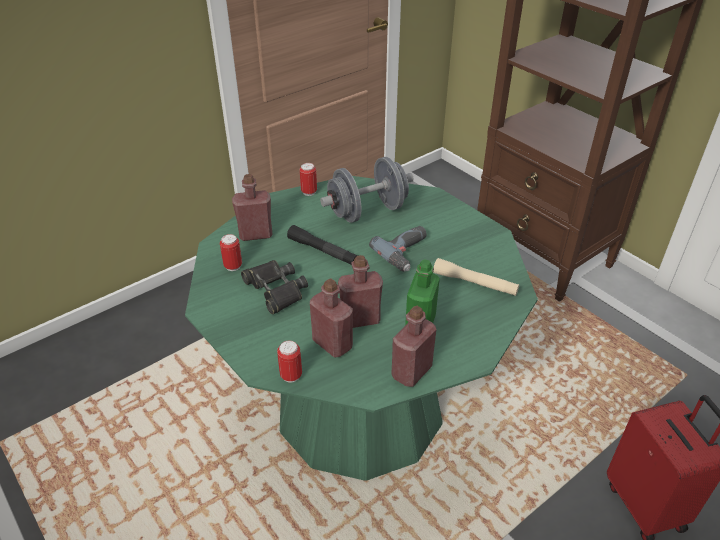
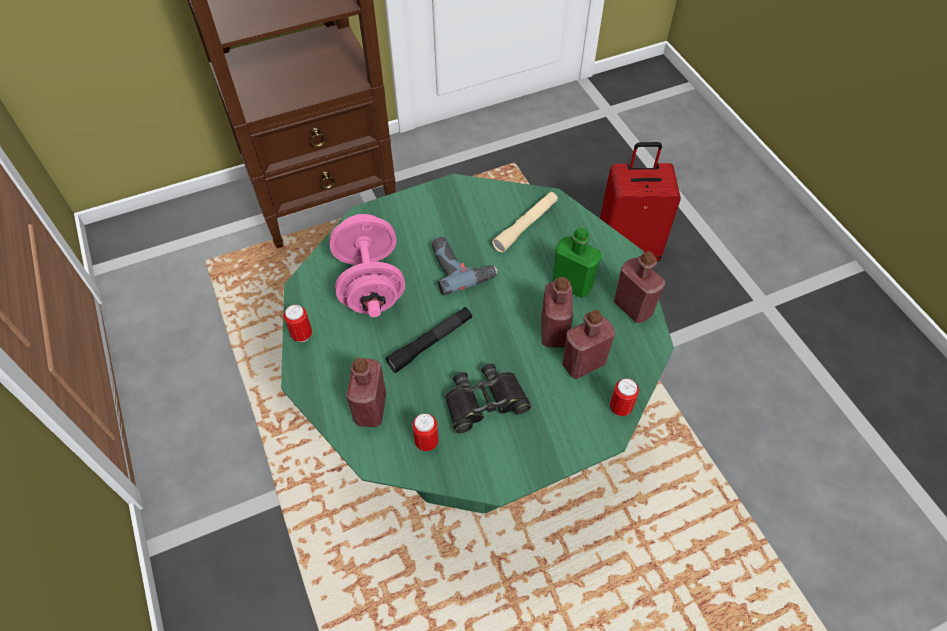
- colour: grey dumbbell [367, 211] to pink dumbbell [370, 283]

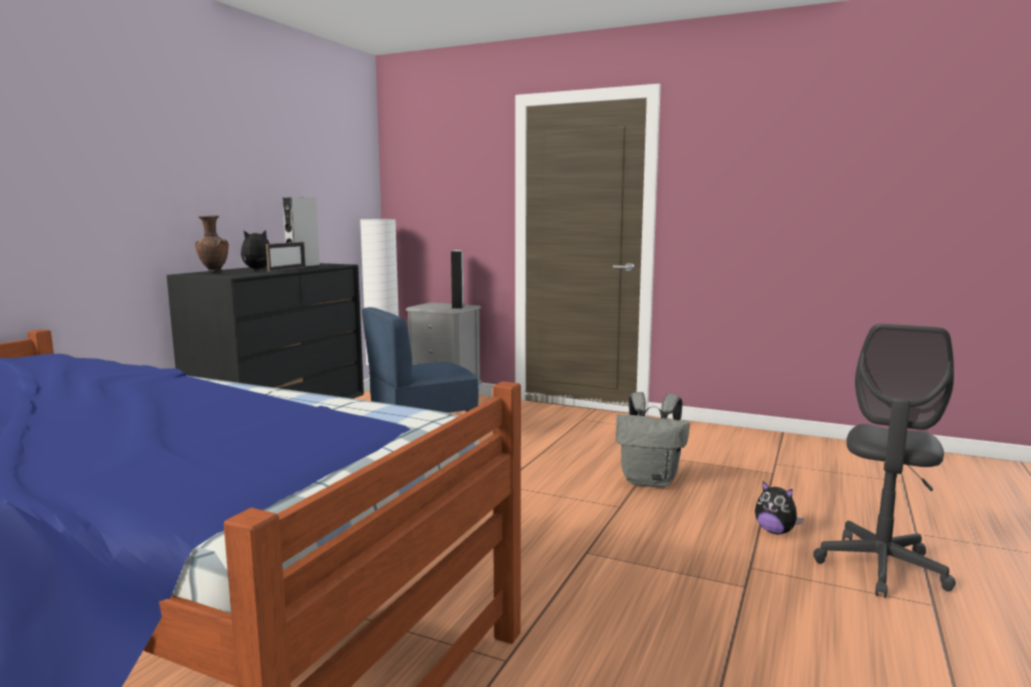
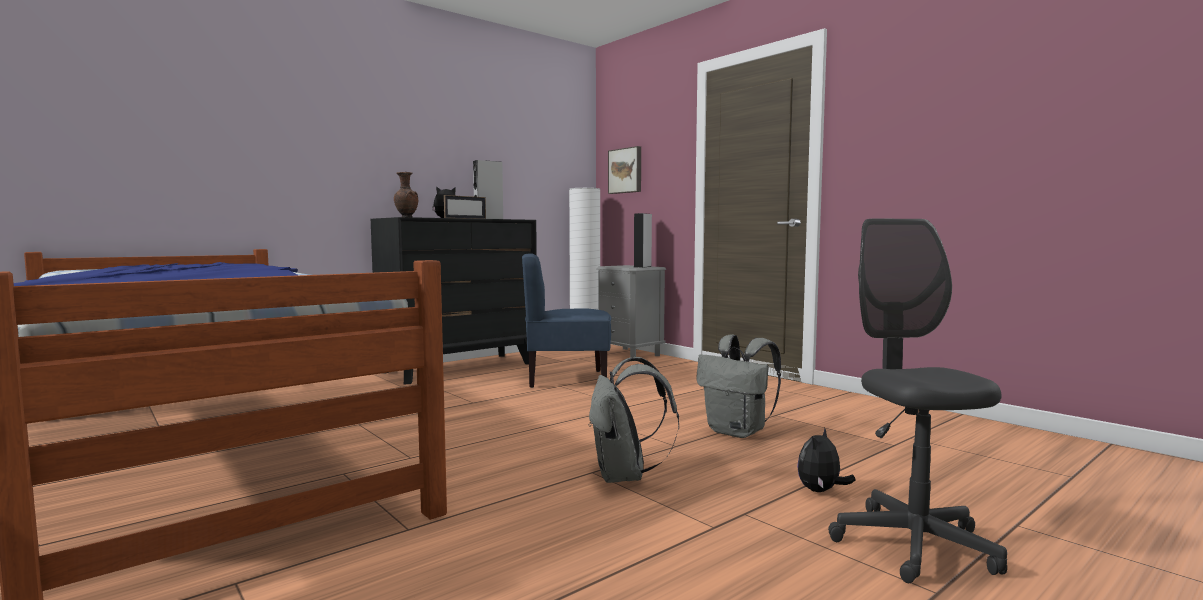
- appeared: grey backpack [625, 476]
- appeared: picture [626, 170]
- spun: plush toy [775, 531] = [821, 491] 60 degrees clockwise
- spun: grey office chair [881, 567] = [913, 545] 120 degrees clockwise

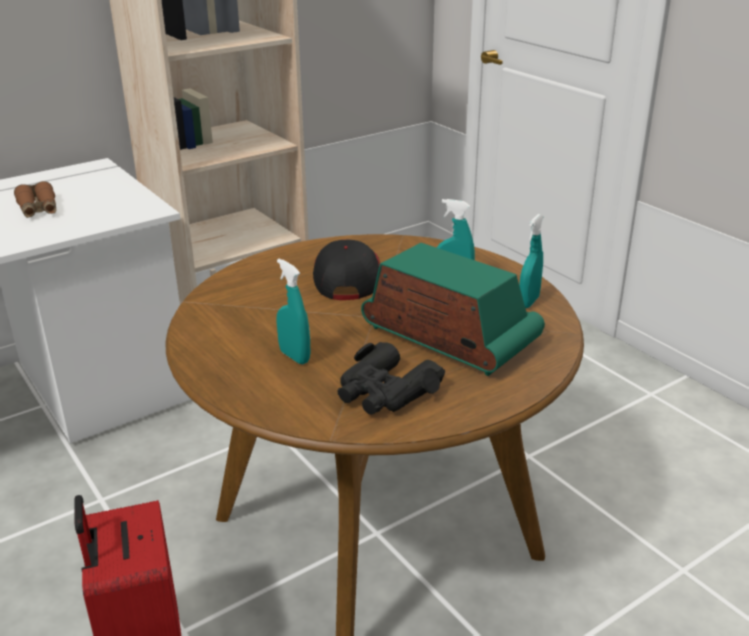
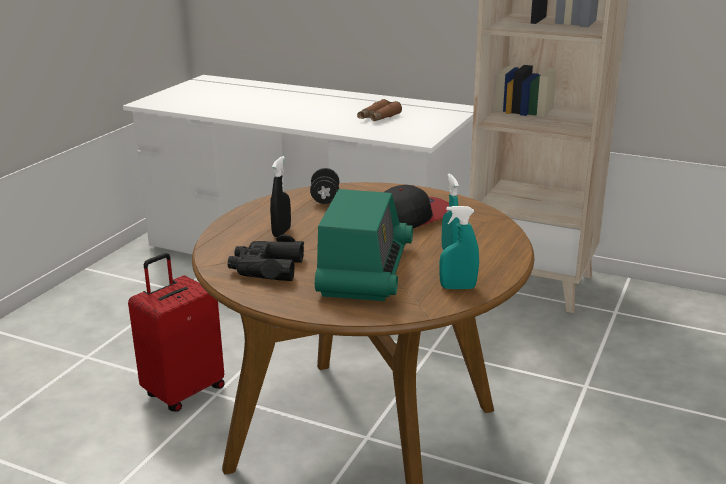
- colour: turquoise spray bottle [294, 356] to black spray bottle [281, 232]
- appeared: black dumbbell [325, 199]

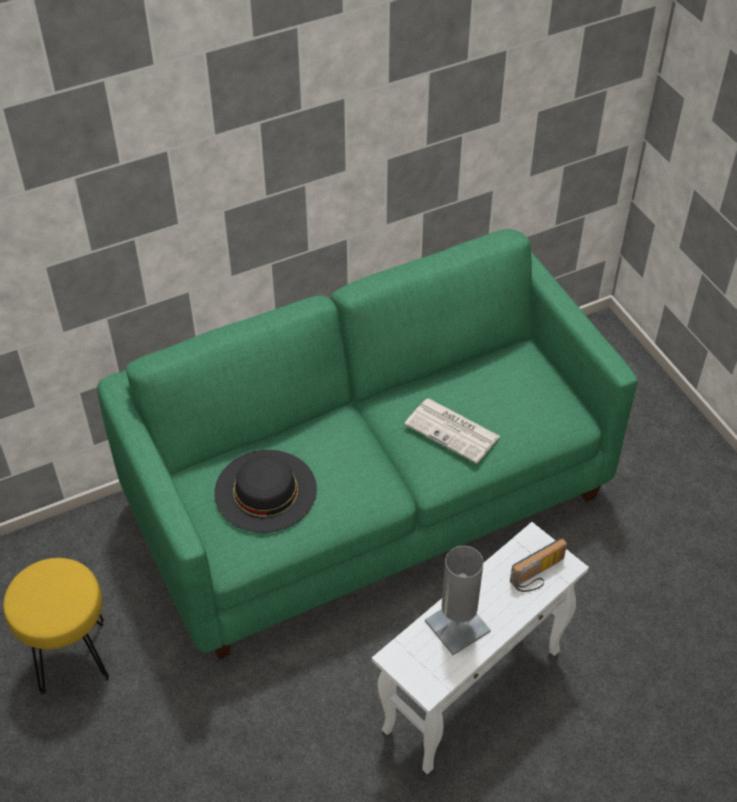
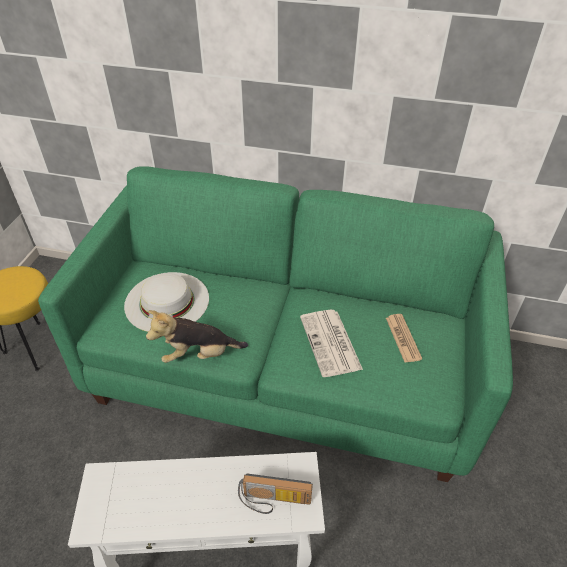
- colour: black hat [265, 490] to white hat [167, 301]
- appeared: plush toy [199, 354]
- appeared: newspaper [403, 338]
- missing: grey table lamp [457, 626]

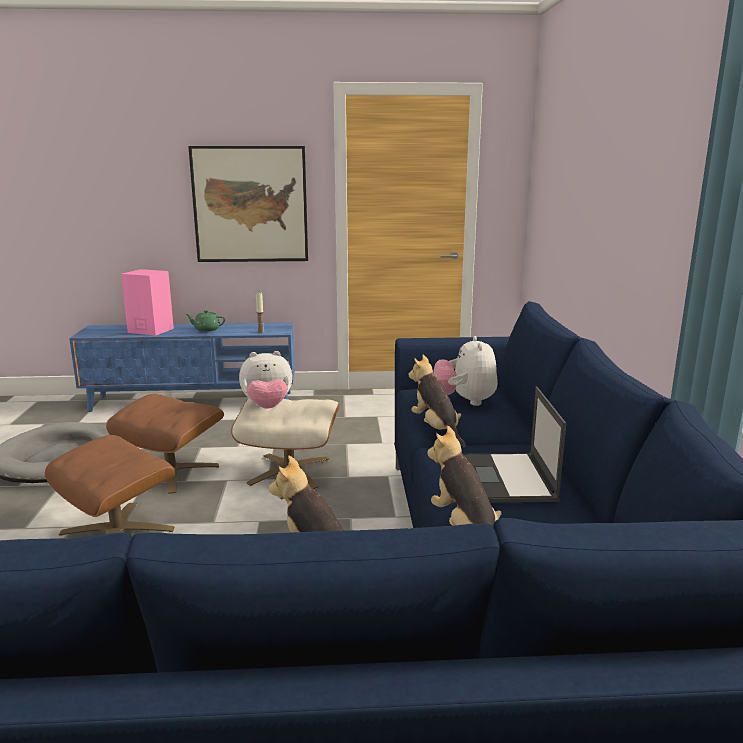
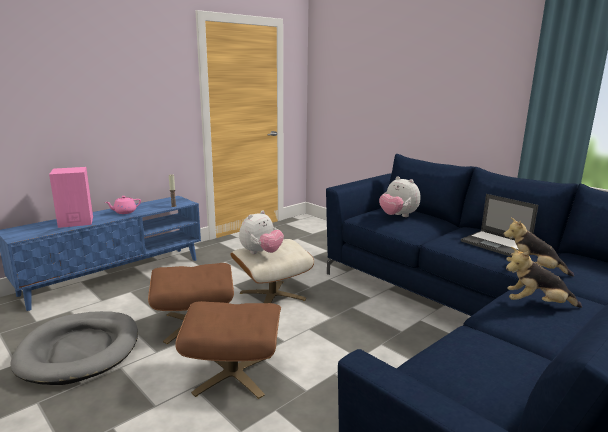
- colour: green teapot [206, 329] to pink teapot [124, 212]
- missing: picture [250, 204]
- missing: plush toy [436, 429]

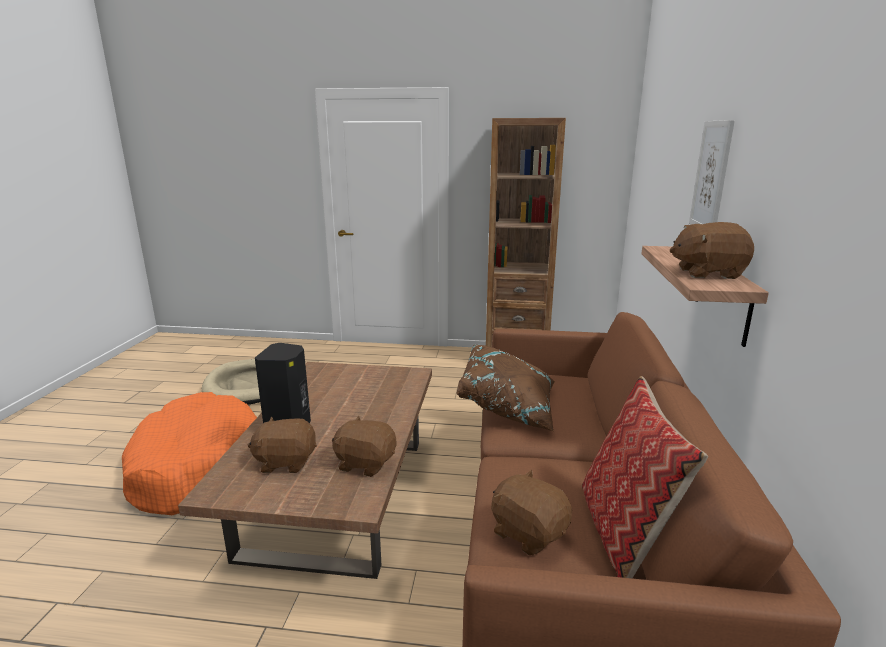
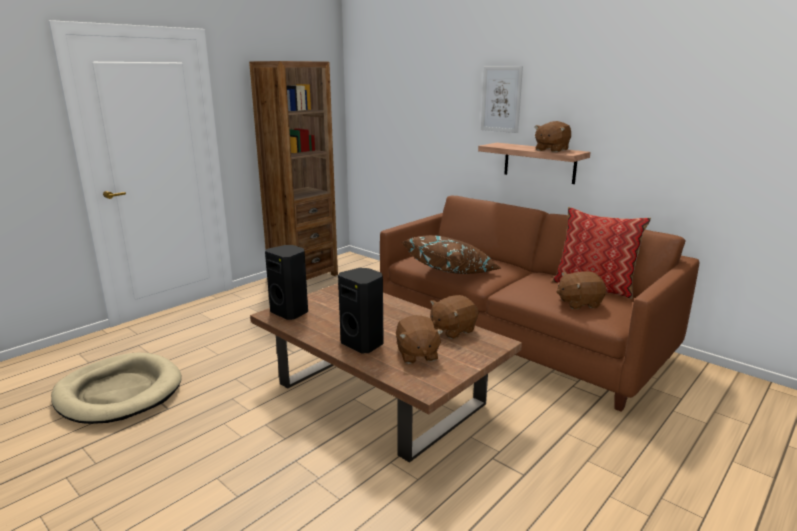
- appeared: black speaker [291, 312]
- spun: brown plush toy [286, 461] = [417, 354] 45 degrees counterclockwise
- missing: orange dog bed [195, 467]

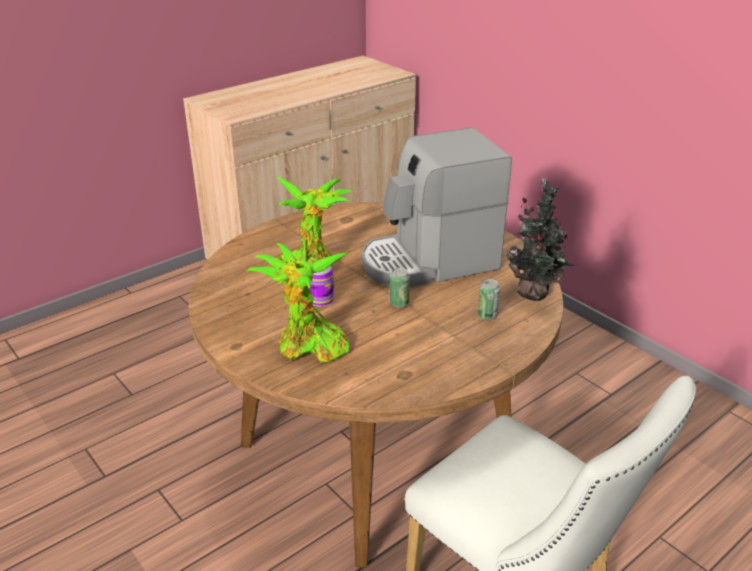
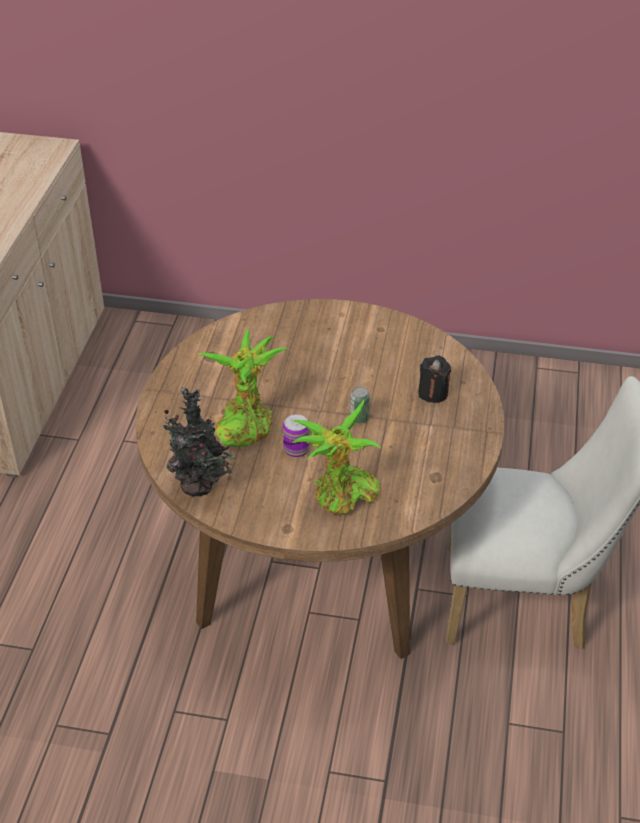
- relocated: potted plant [535, 295] to [201, 487]
- exchanged: can [487, 315] to black candle [433, 393]
- missing: coffee machine [429, 262]

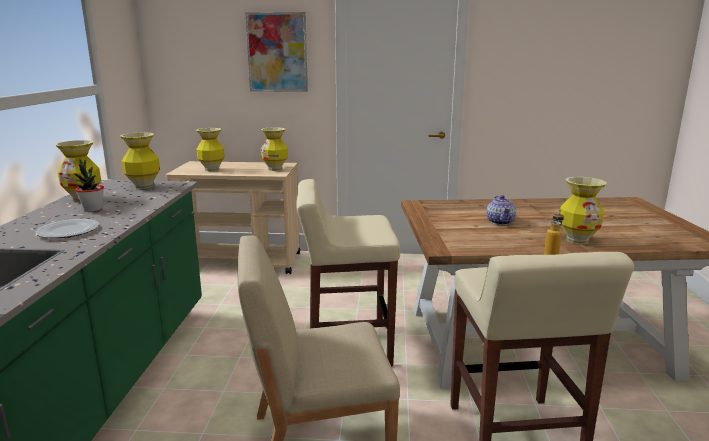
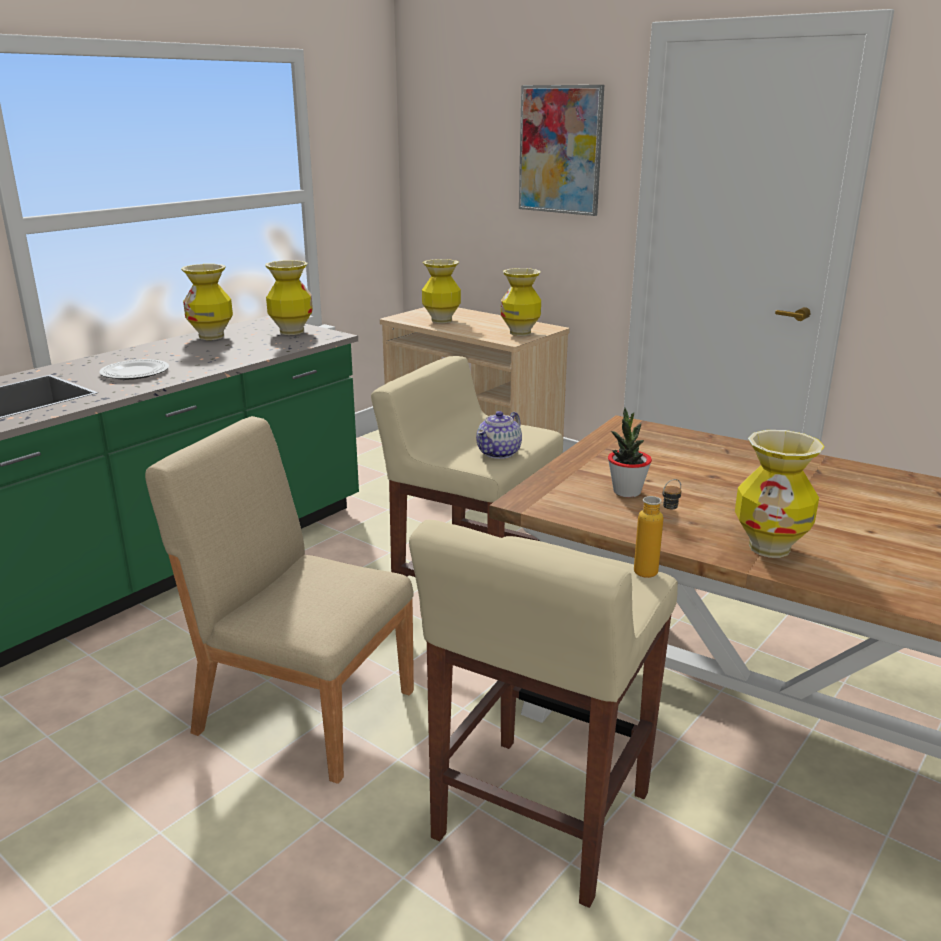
- relocated: teapot [500, 222] to [499, 453]
- relocated: potted plant [92, 209] to [626, 492]

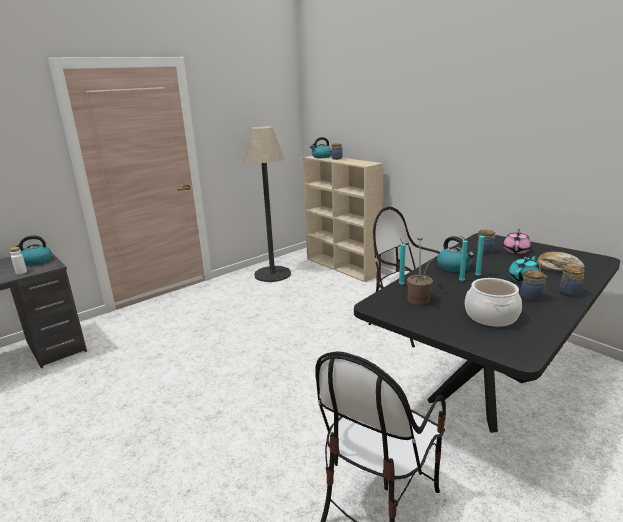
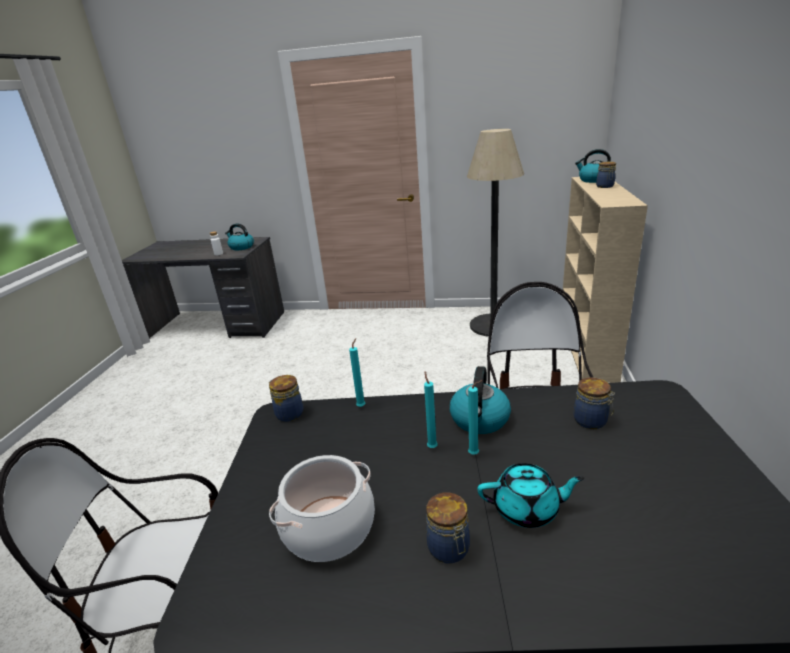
- relocated: jar [568, 293] to [288, 413]
- missing: potted plant [419, 298]
- missing: pink teapot [516, 250]
- missing: bread [558, 268]

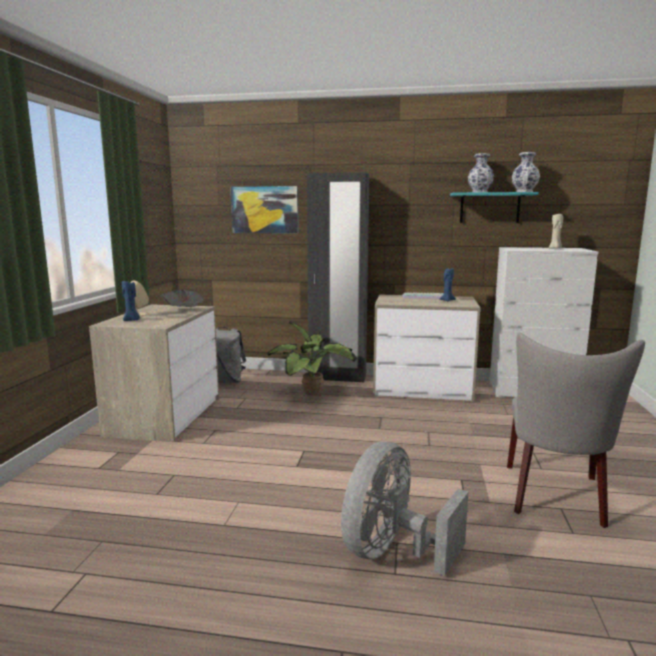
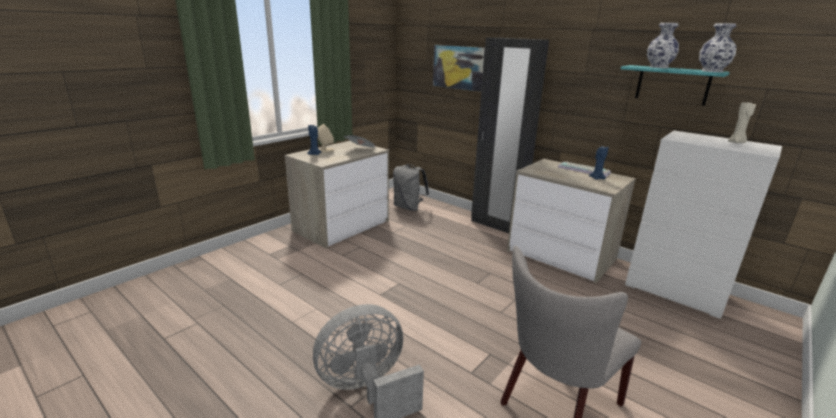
- missing: potted plant [314, 393]

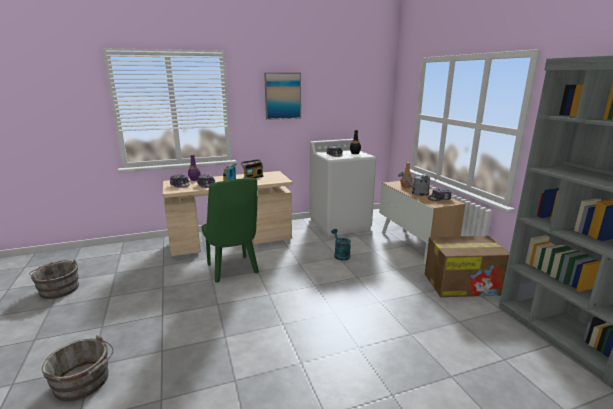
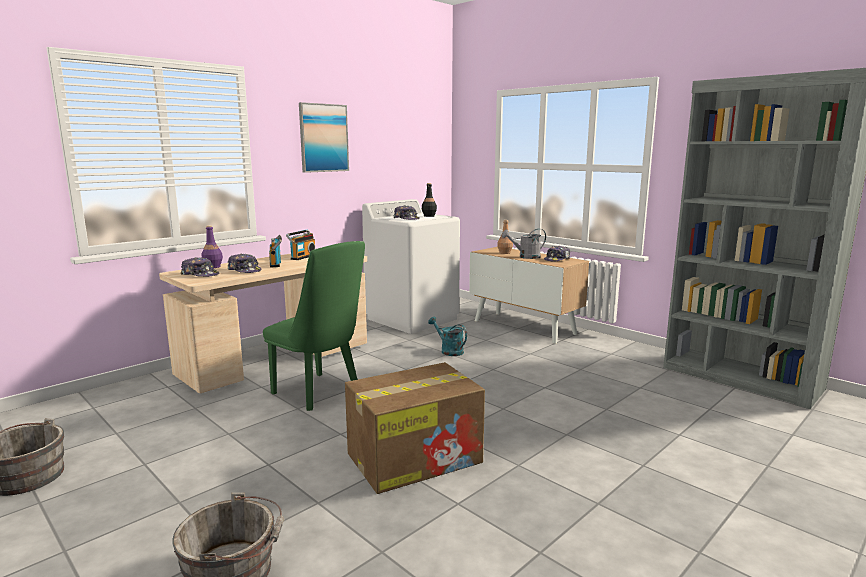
- relocated: cardboard box [463, 284] to [416, 457]

